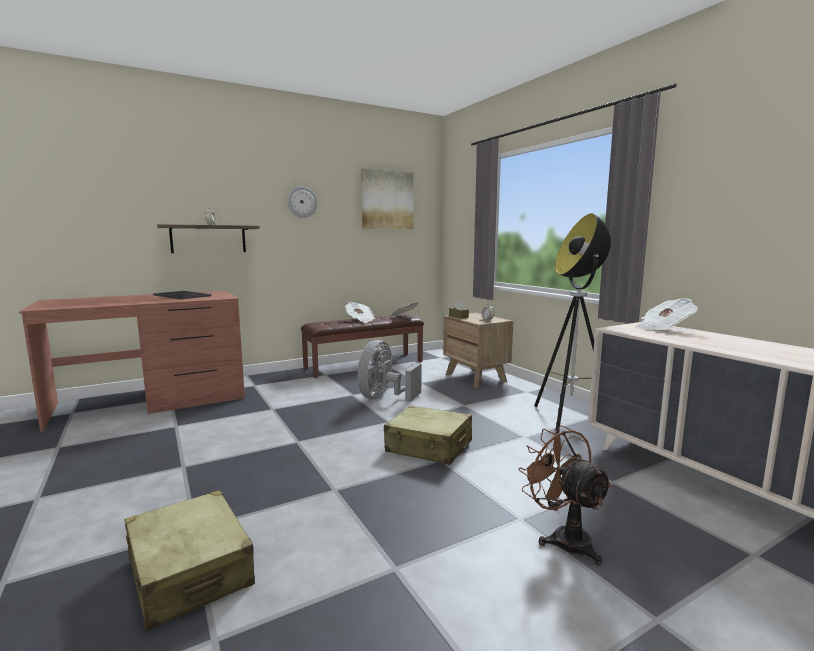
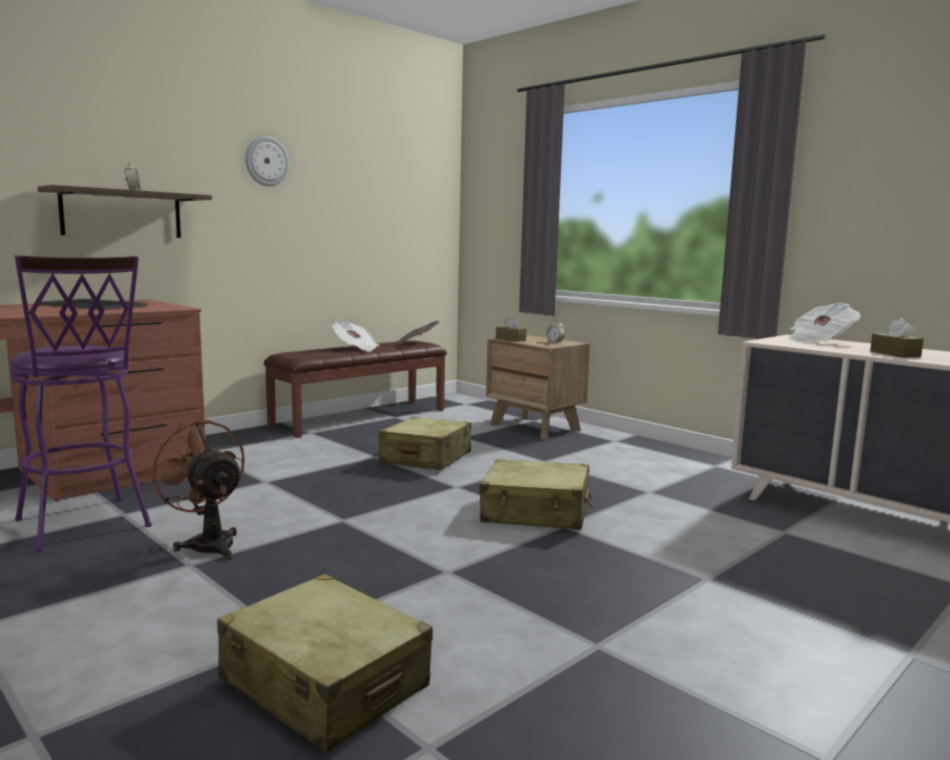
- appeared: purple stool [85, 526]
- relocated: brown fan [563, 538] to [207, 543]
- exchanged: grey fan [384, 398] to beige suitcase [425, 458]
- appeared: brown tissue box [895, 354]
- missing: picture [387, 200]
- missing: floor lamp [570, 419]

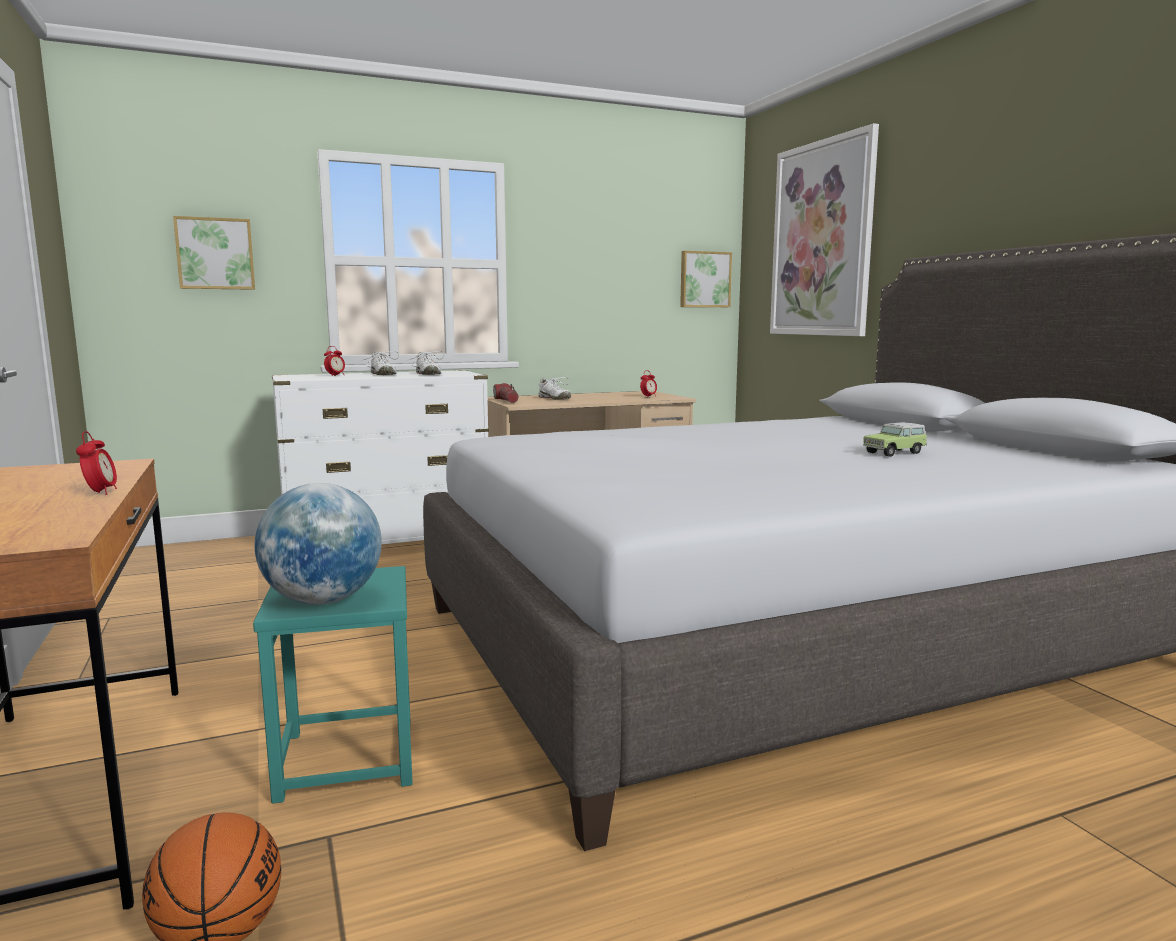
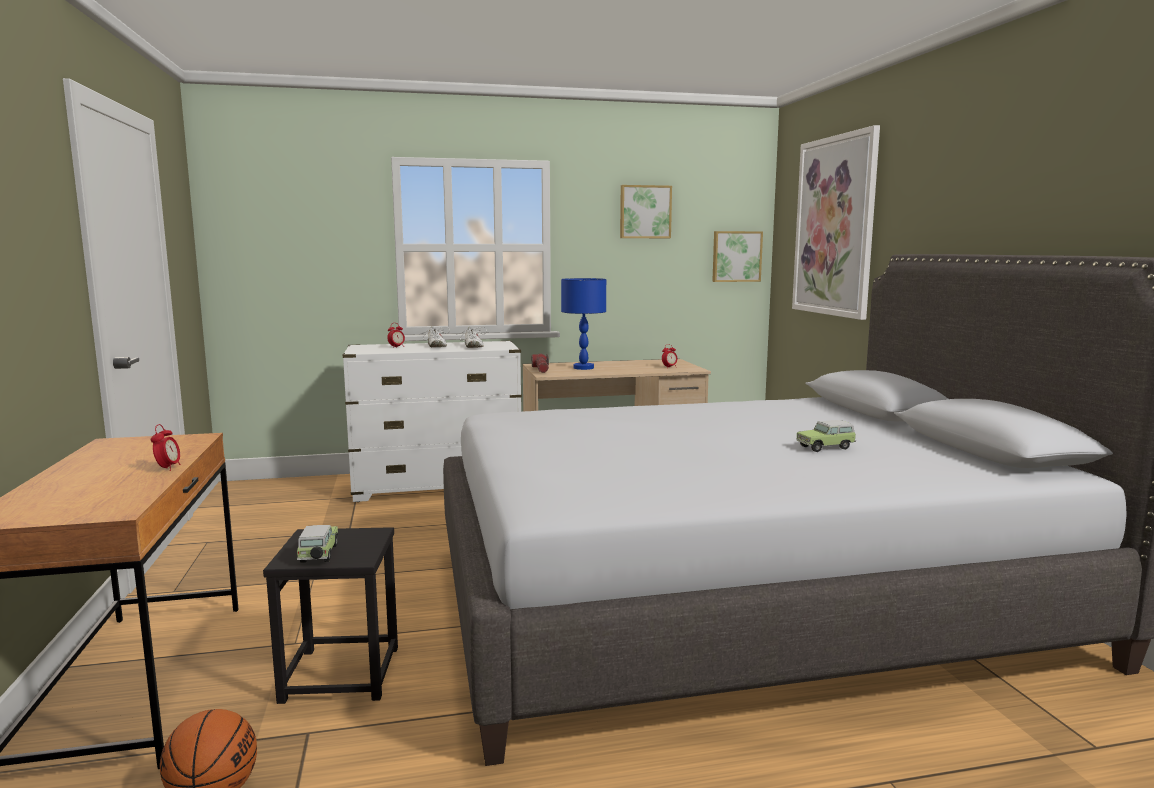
- colour: turquoise stool [348, 758] to black stool [342, 674]
- exchanged: globe [323, 601] to toy car [318, 555]
- exchanged: white shoe [554, 399] to blue table lamp [583, 368]
- relocated: picture [215, 254] to [645, 212]

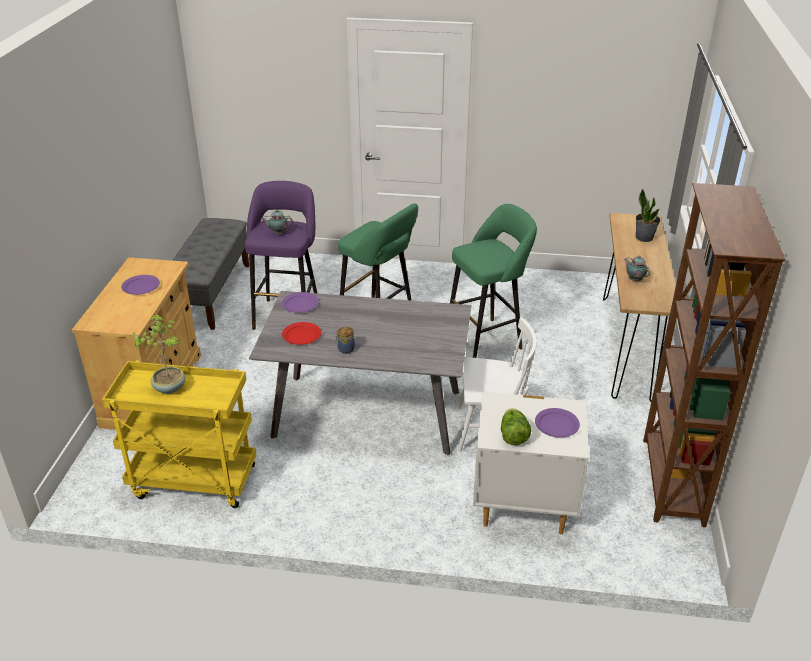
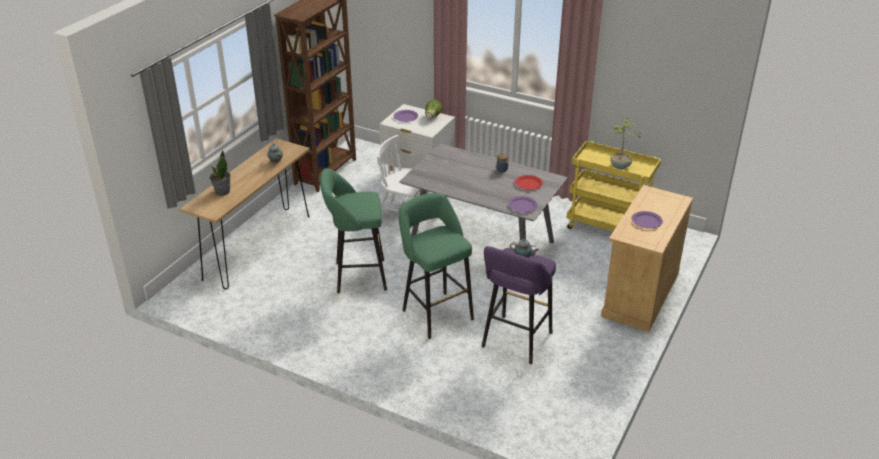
- missing: grey bench [211, 294]

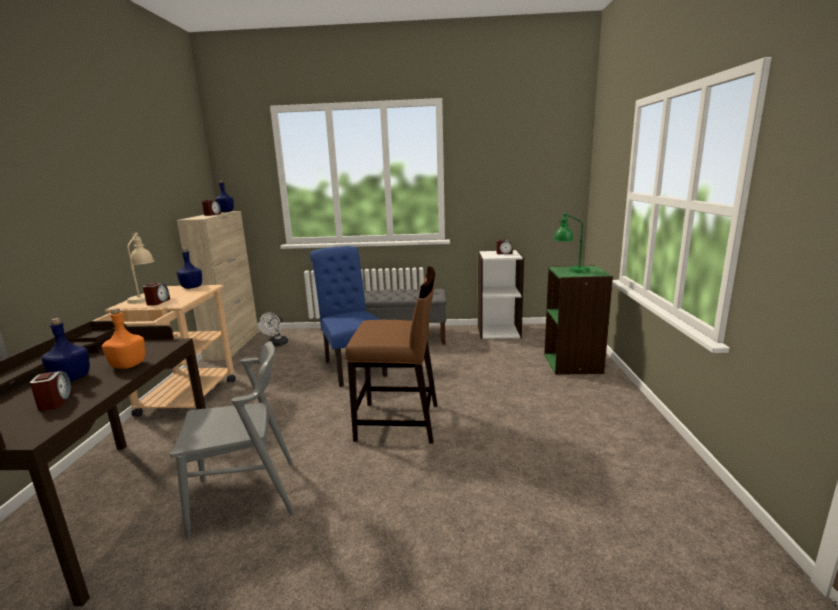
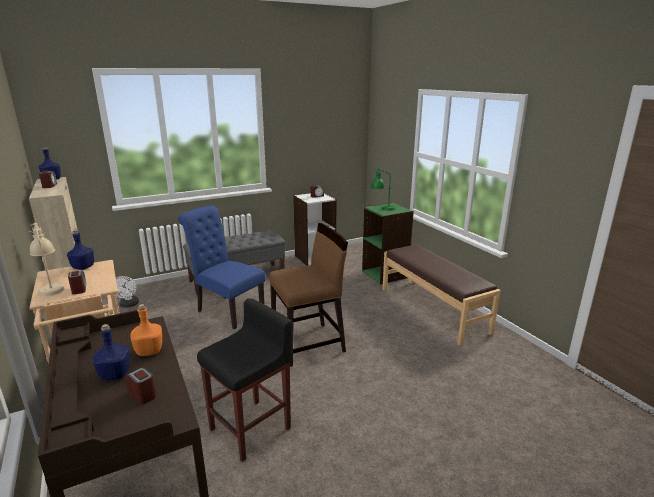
- exchanged: grey chair [245, 496] to black stool [251, 428]
- appeared: brown bench [433, 309]

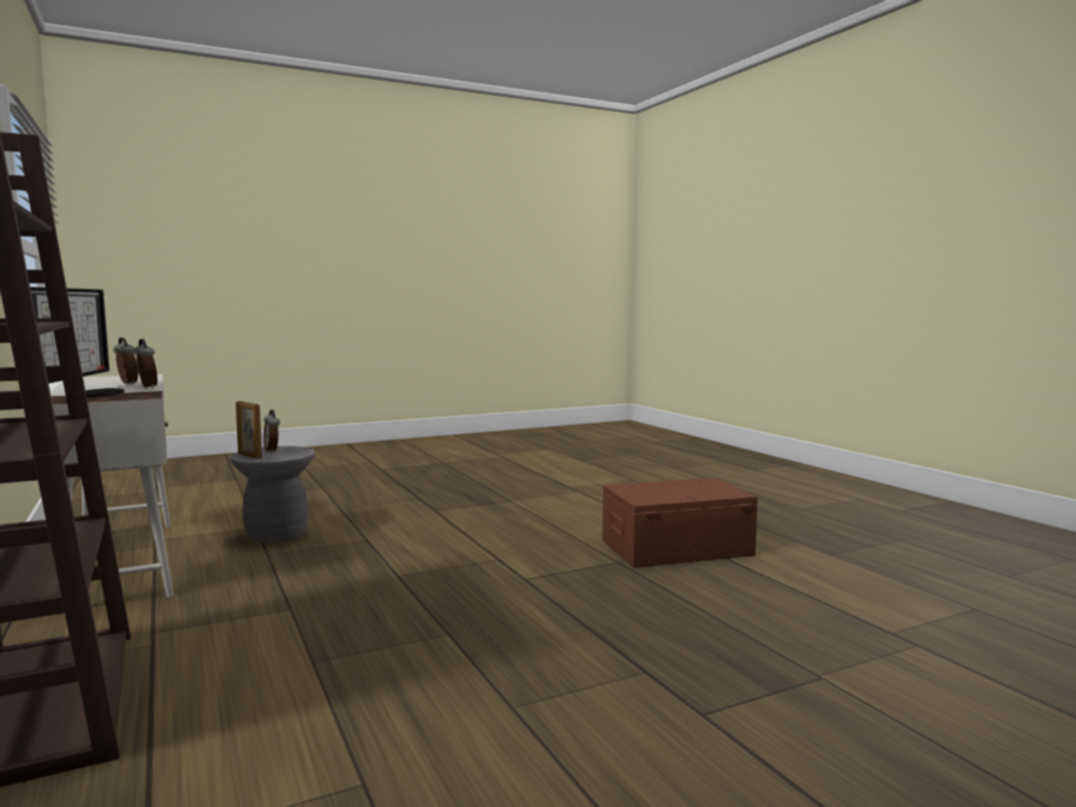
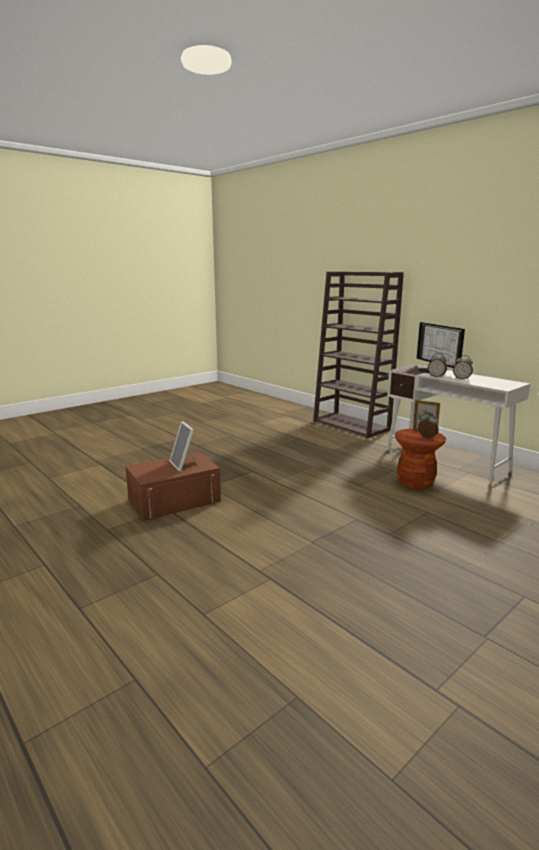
- appeared: picture frame [184, 465]
- colour: grey stool [277, 535] to brown stool [415, 483]

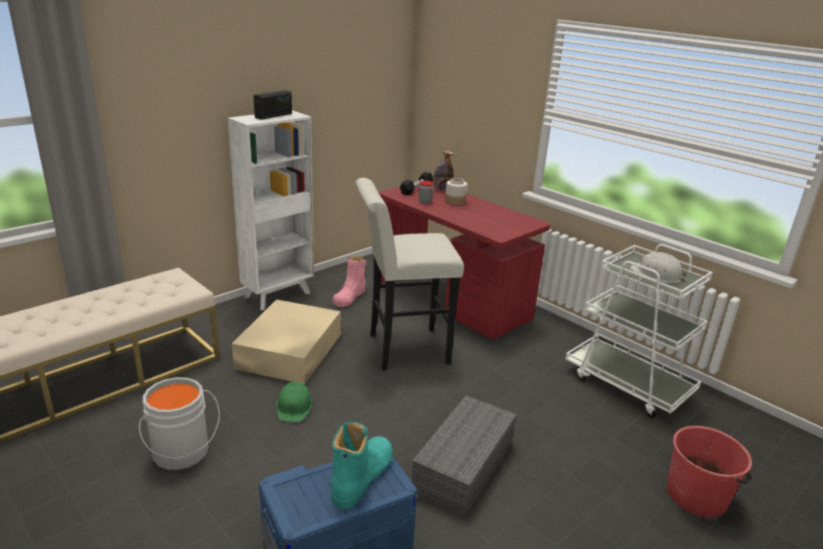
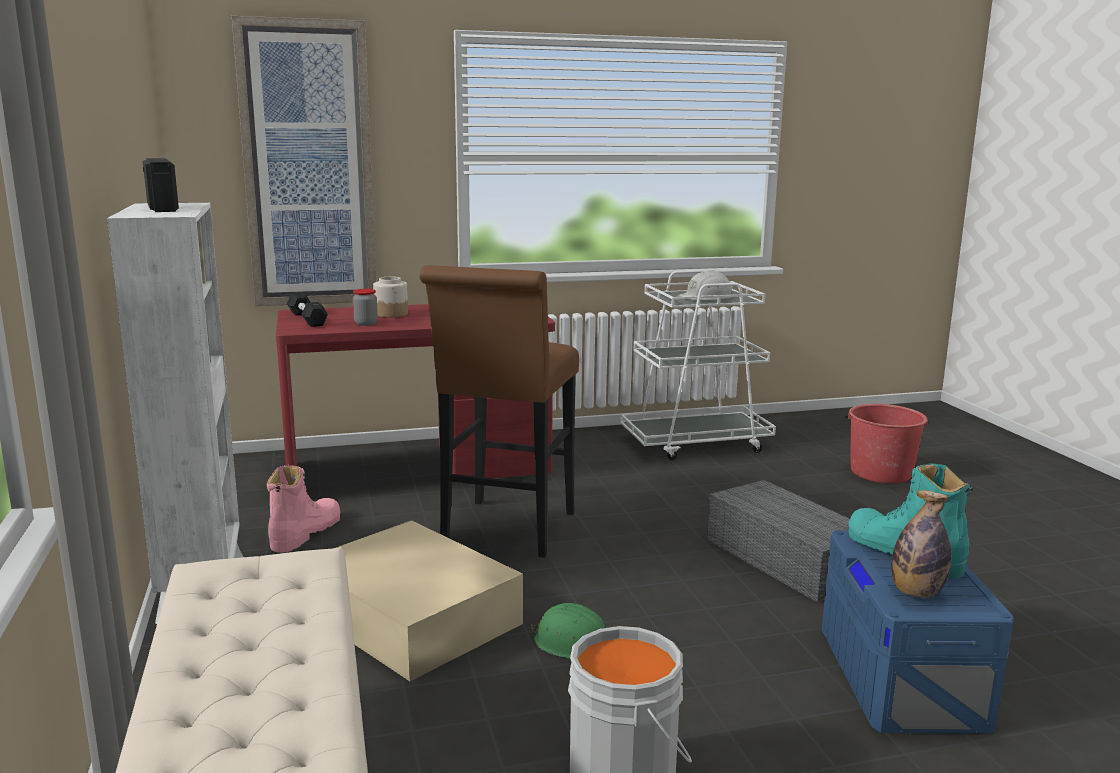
- appeared: picture [308, 166]
- spun: pink boot [349, 296] = [305, 532] 120 degrees counterclockwise
- colour: white stool [401, 349] to brown stool [505, 532]
- relocated: bottle [442, 189] to [916, 593]

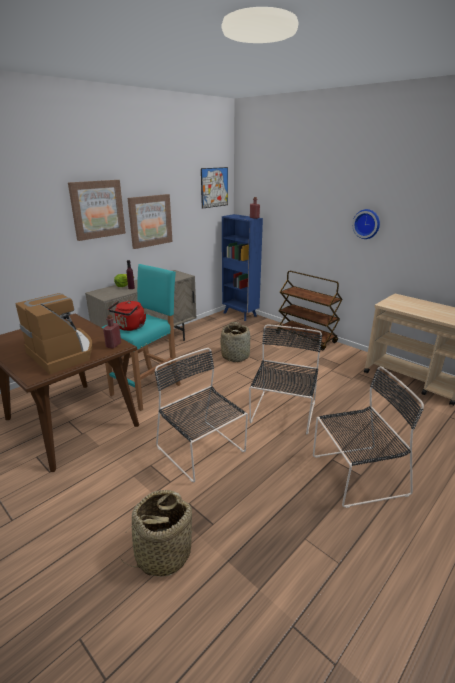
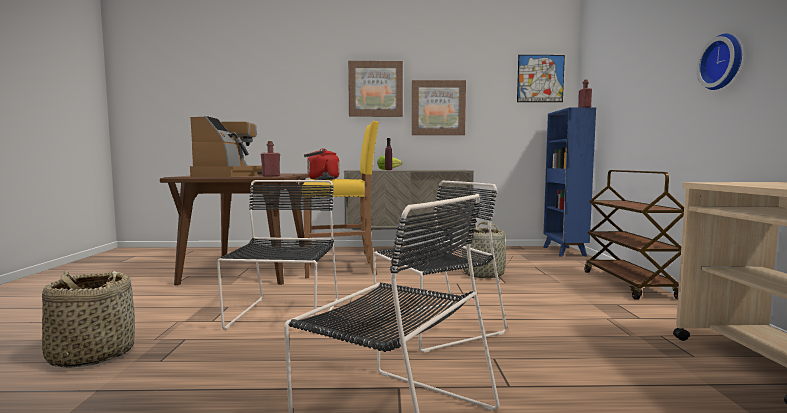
- colour: turquoise stool [147, 389] to yellow stool [341, 270]

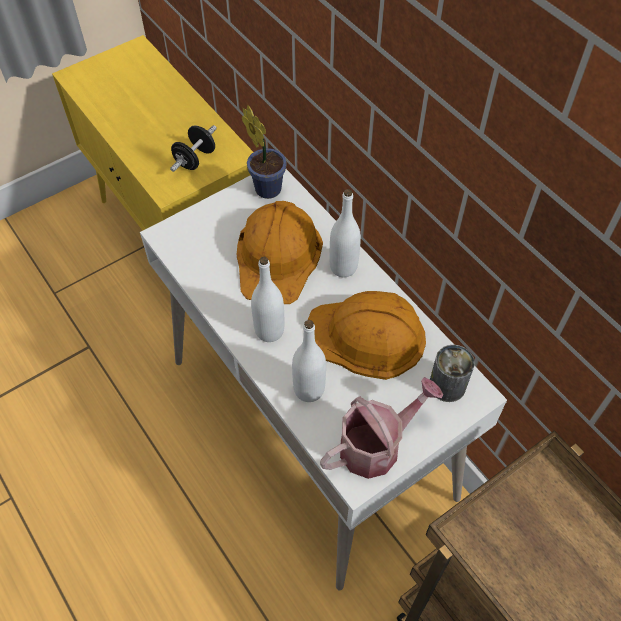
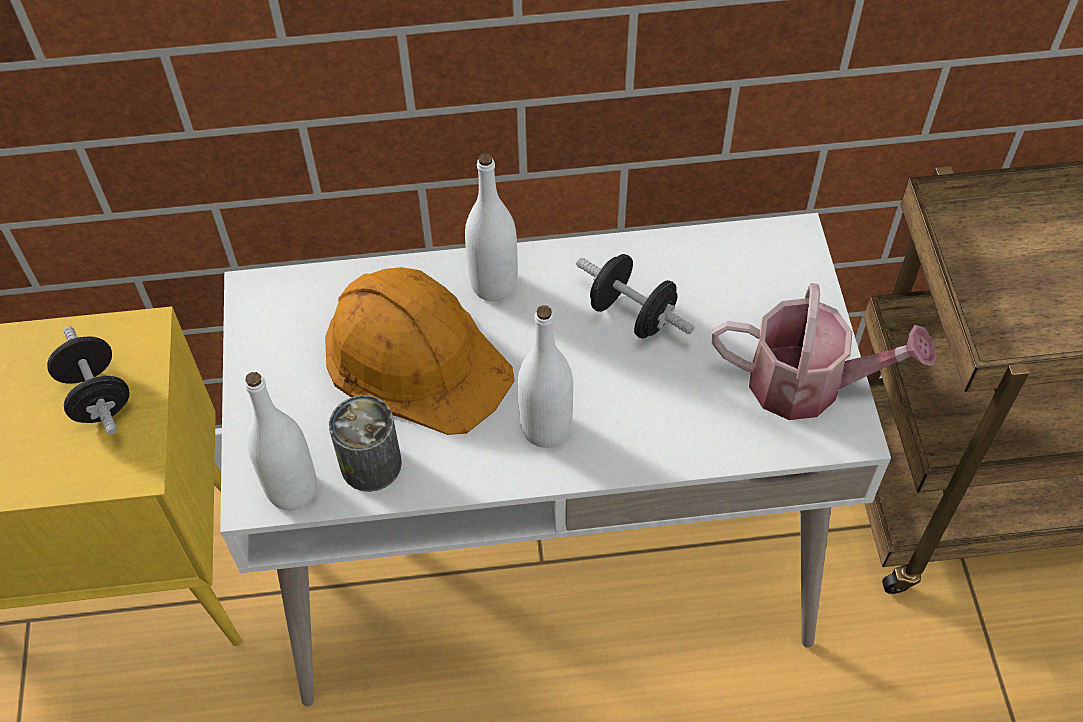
- relocated: white bottle [309, 389] to [292, 489]
- relocated: can [447, 385] to [371, 464]
- exchanged: orange hard hat [366, 337] to black dumbbell [632, 314]
- spun: watering can [376, 445] = [809, 384] 105 degrees clockwise
- missing: potted plant [266, 187]

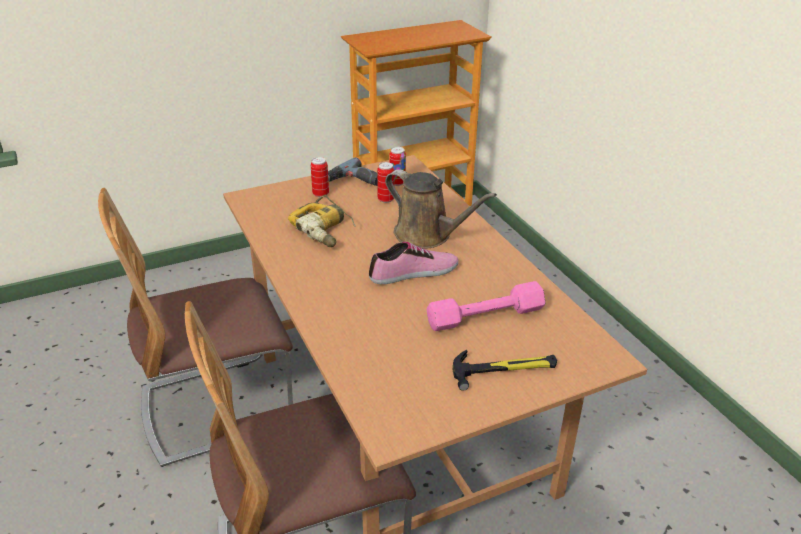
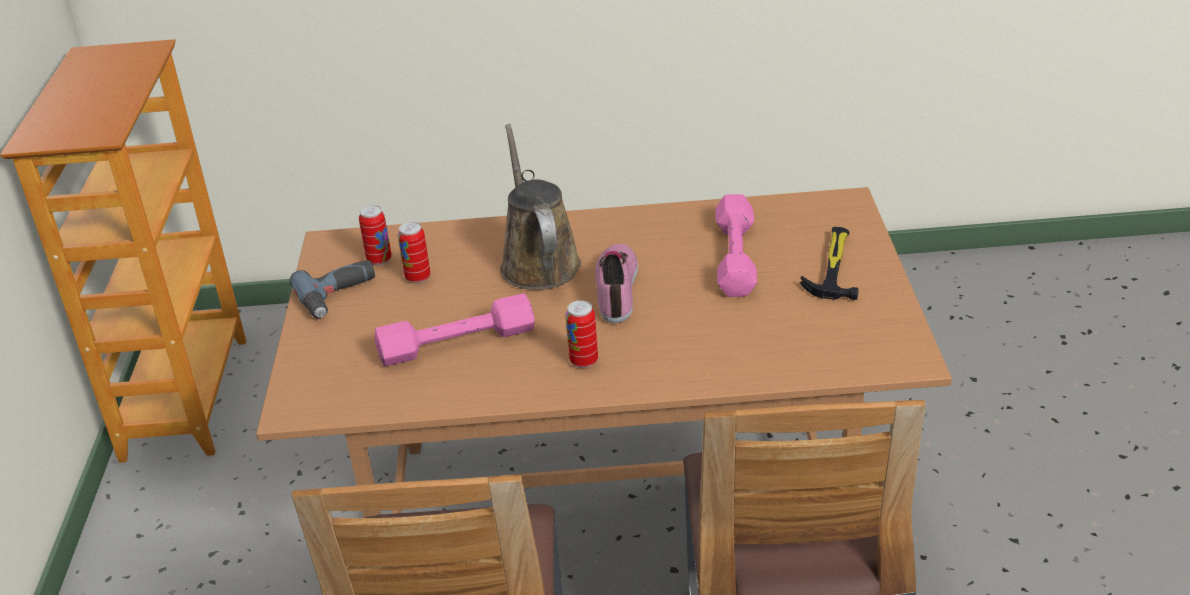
- exchanged: power drill [325, 229] to pink dumbbell [457, 342]
- spun: brown watering can [427, 235] = [538, 262] 75 degrees counterclockwise
- relocated: can [320, 194] to [584, 361]

